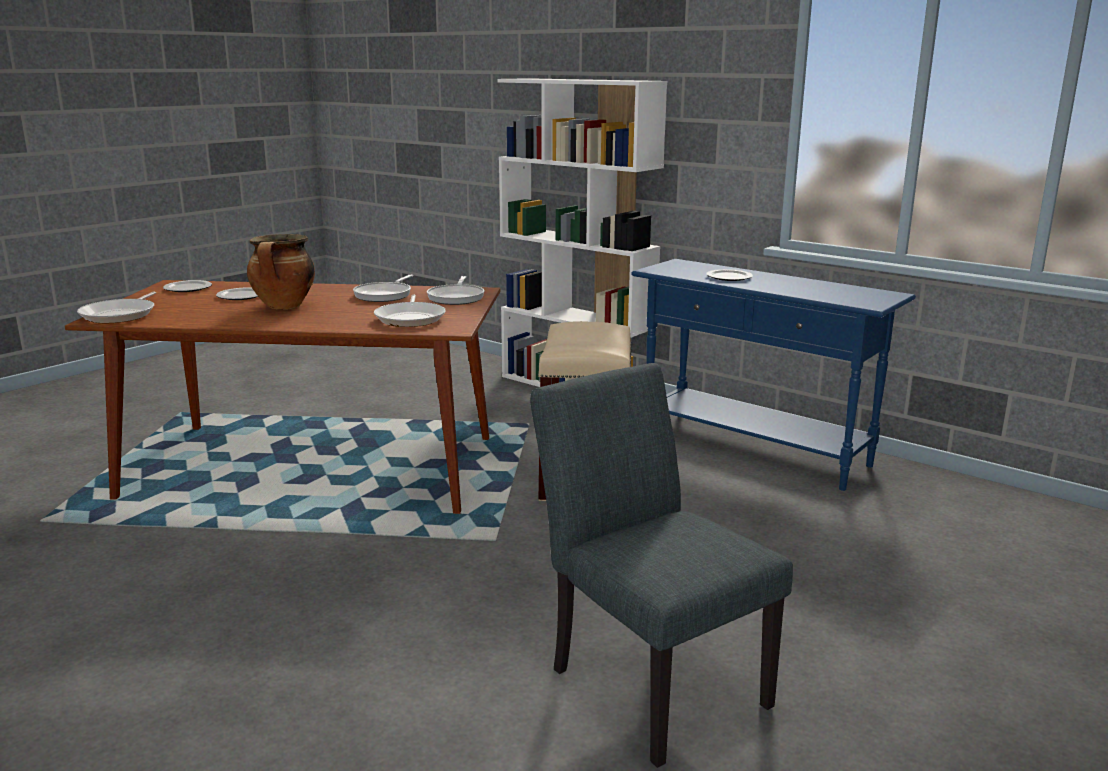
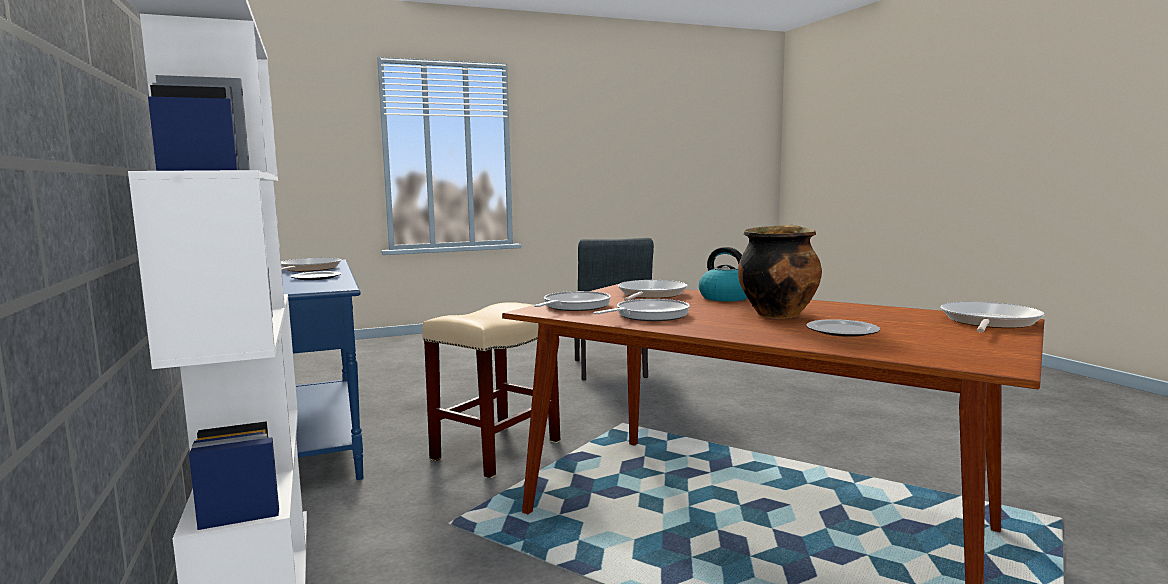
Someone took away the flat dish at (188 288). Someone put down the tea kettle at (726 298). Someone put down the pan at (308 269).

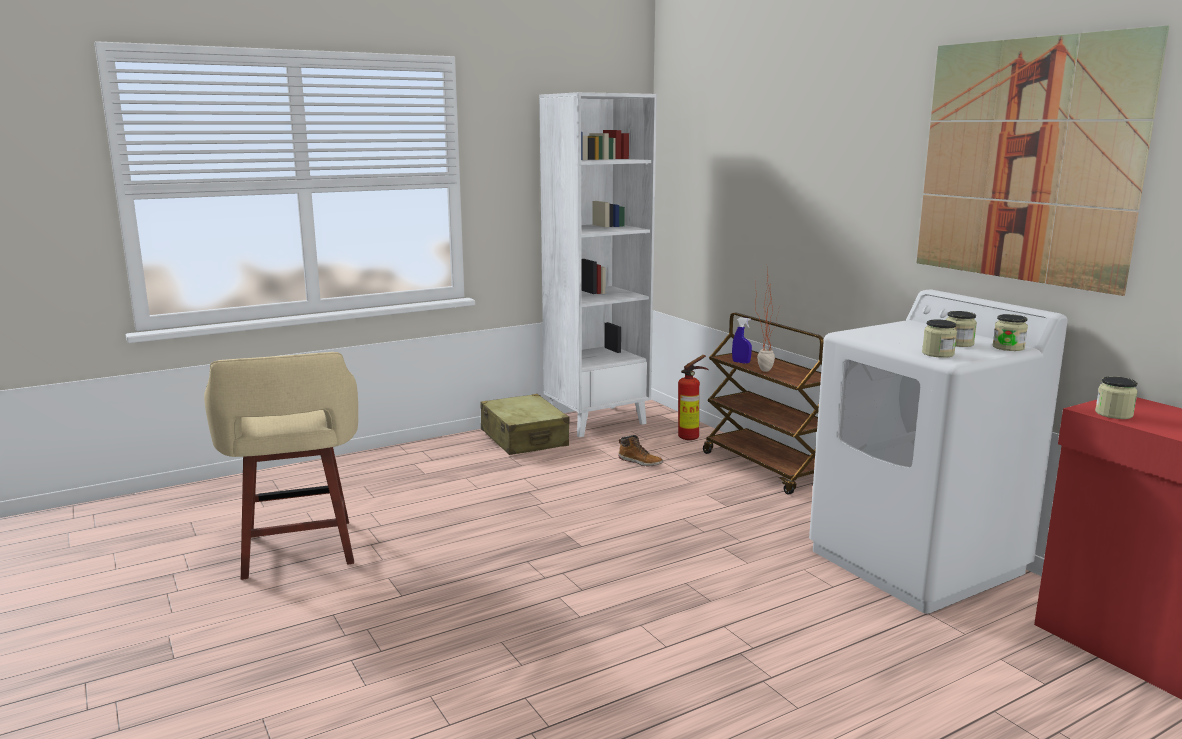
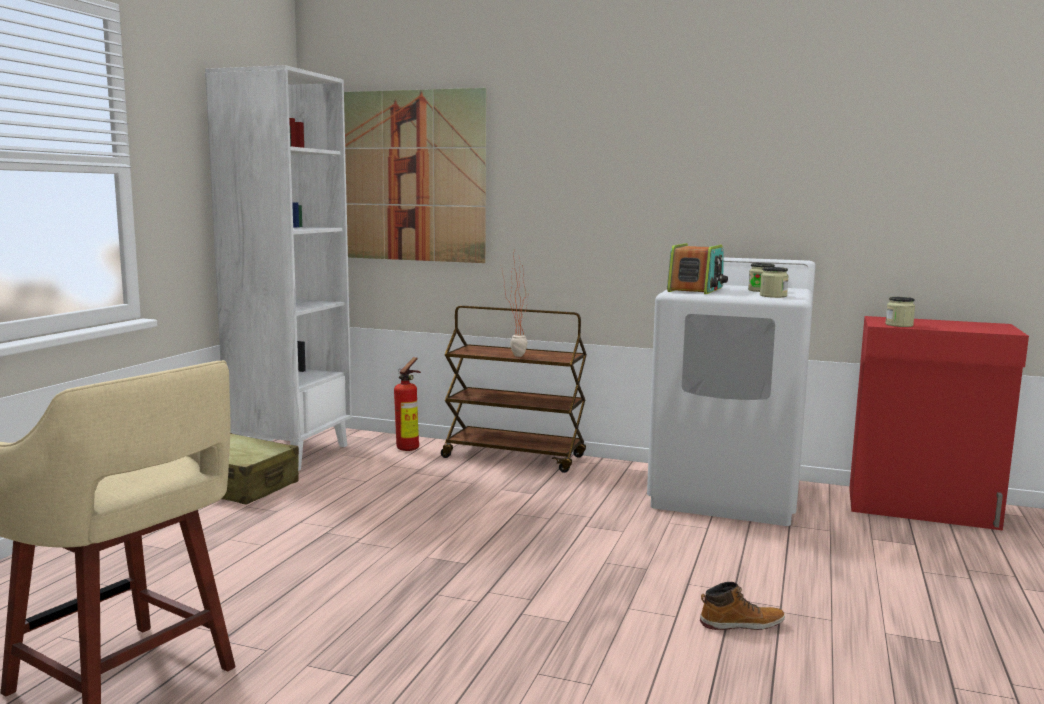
Someone carried the wall picture from (1025 161) to (408 176). Someone took away the jar at (1008 347). Someone took away the bluish spray bottle at (741 362). Someone carried the high-top boot from (640 462) to (741 624). Someone put down the radio set at (696 290).

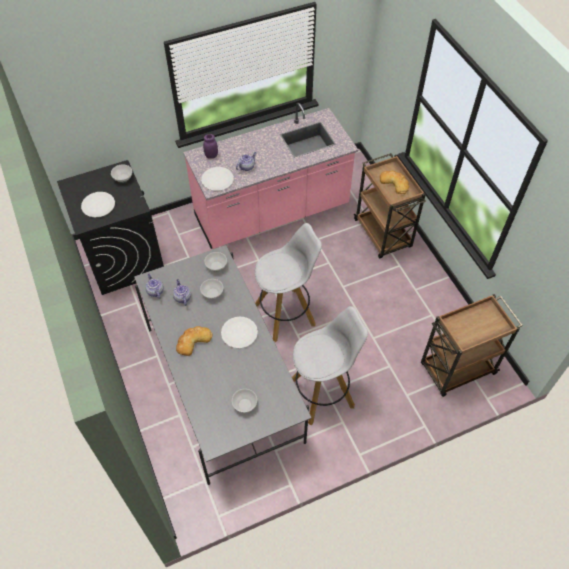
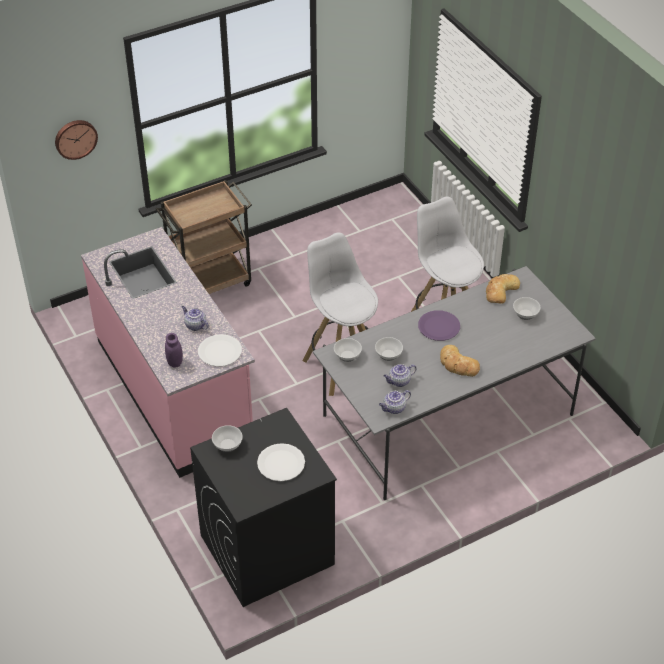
Someone carried the bakery bread from (395 183) to (500 291). Someone took away the brown wheeled cart at (456 369). Someone repainted the white-coloured flat dish at (239 333), which became the purple-coloured flat dish at (438 326). Someone put up the wall clock at (75 138).

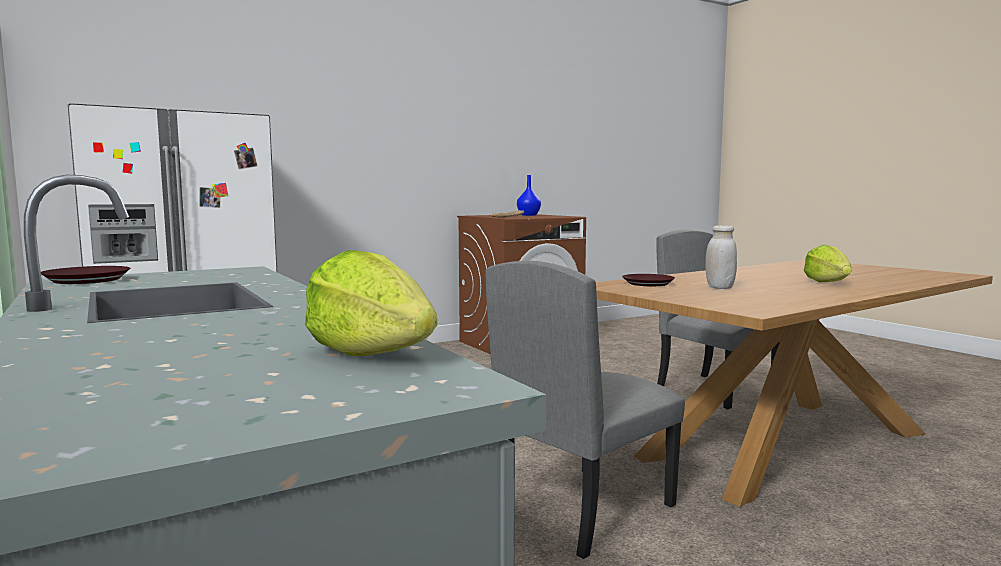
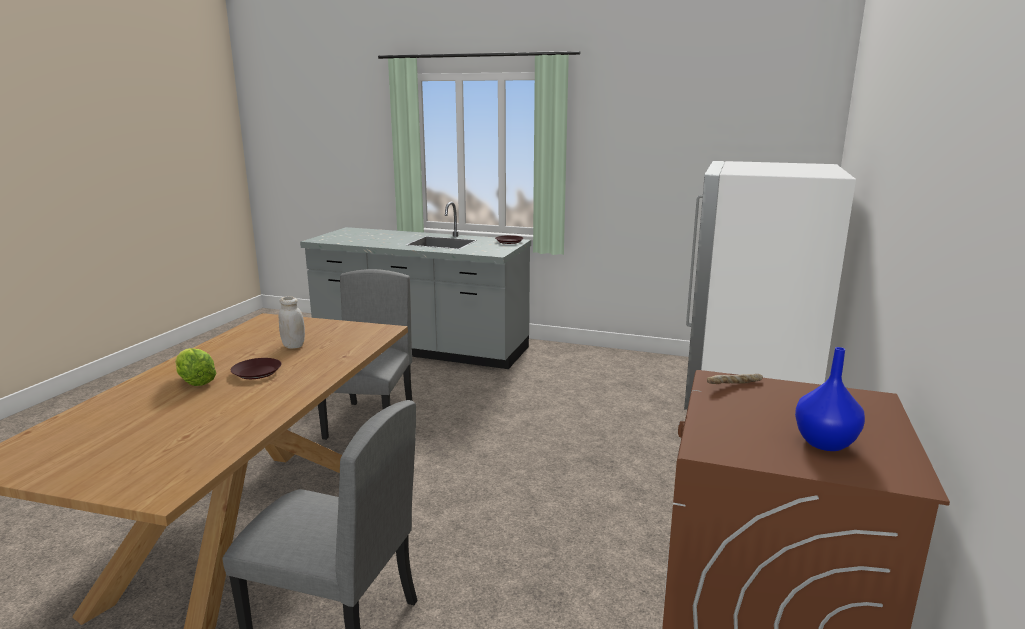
Someone took away the head of lettuce at (372 353). Someone carried the brown flat dish from (648 283) to (256 372).

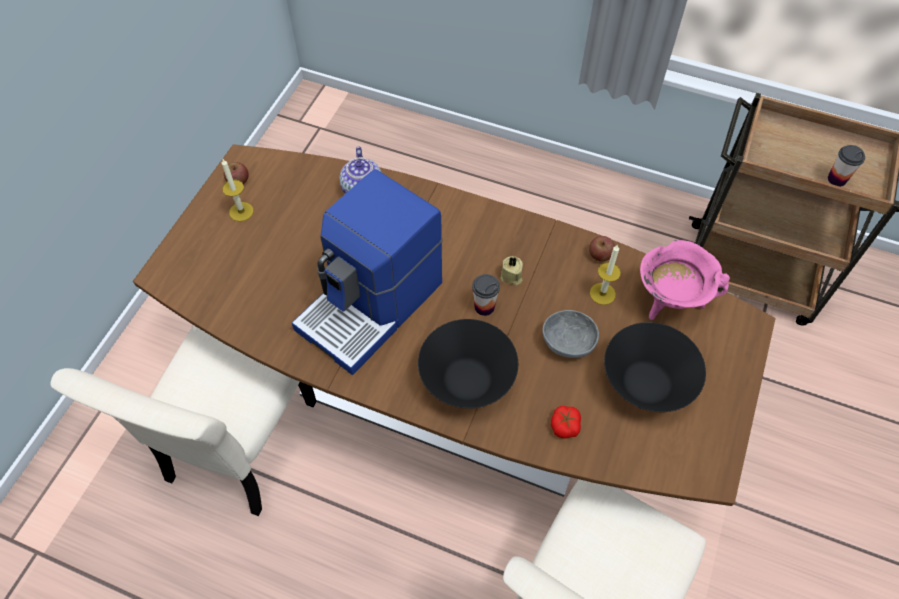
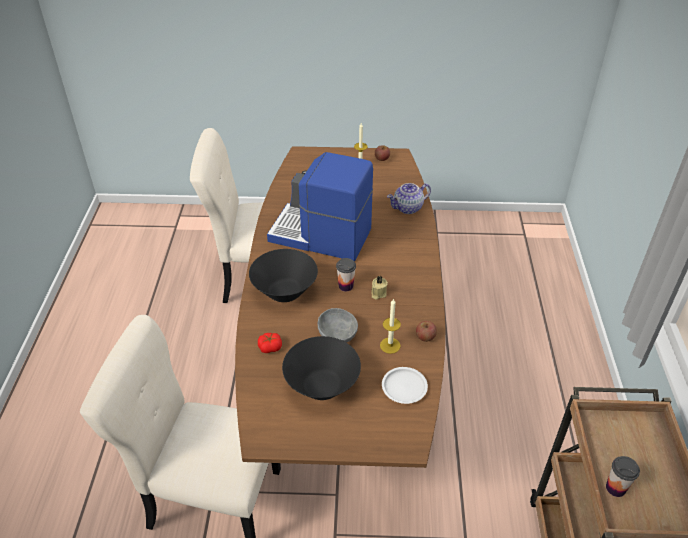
Someone swapped the pink stockpot at (670 301) for the white-coloured flat dish at (404 387).

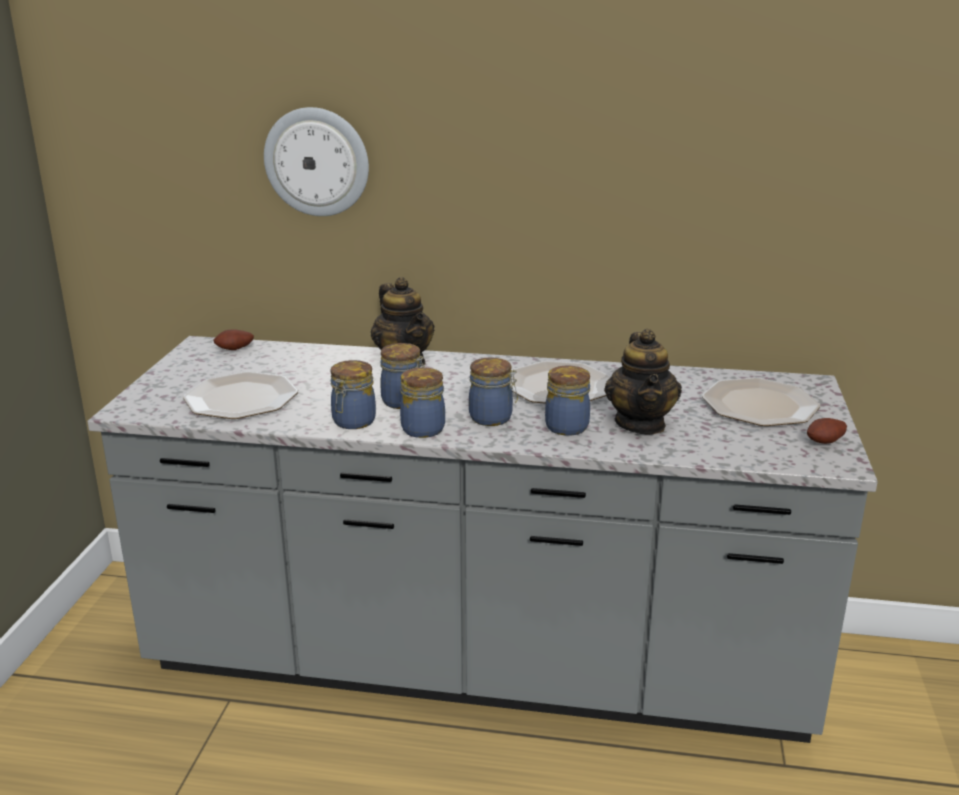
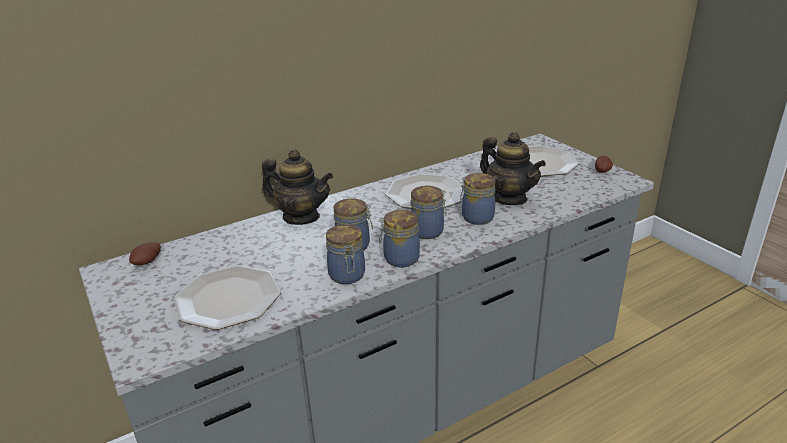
Someone took away the wall clock at (317 162).

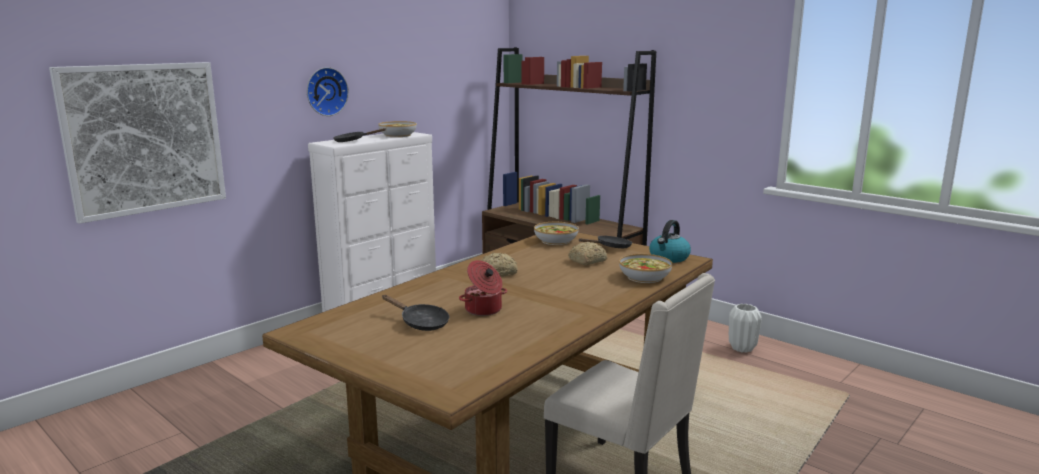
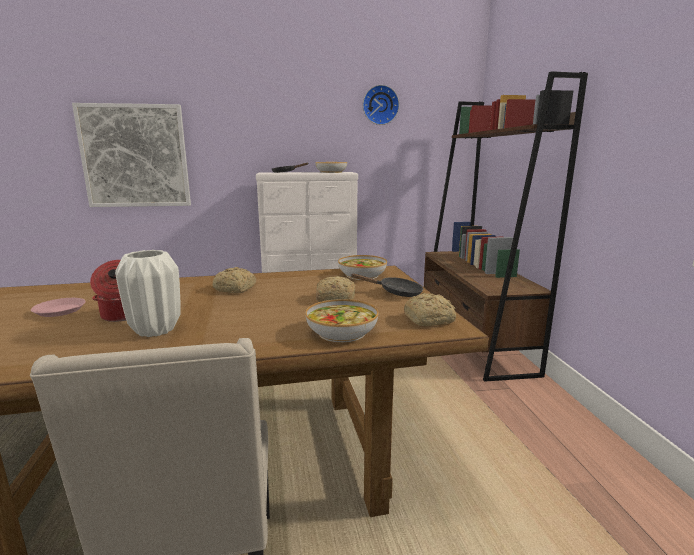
Someone carried the wall clock from (325 91) to (380 105). Someone swapped the tea kettle at (669 258) for the bakery bread at (430 320). Someone swapped the blackish pan at (421 323) for the pink flat dish at (59 310). Someone carried the white-coloured vase from (742 348) to (156 330).

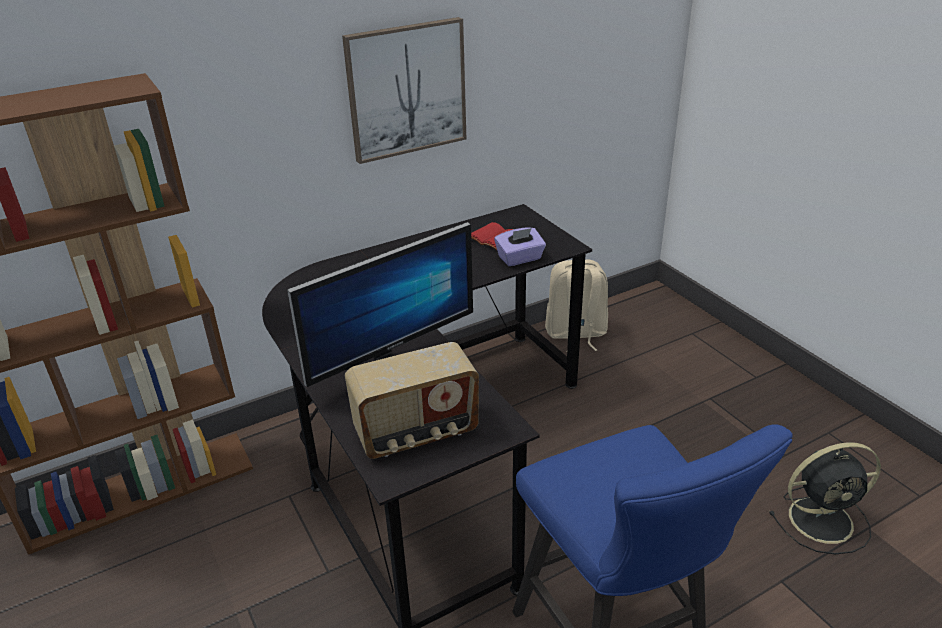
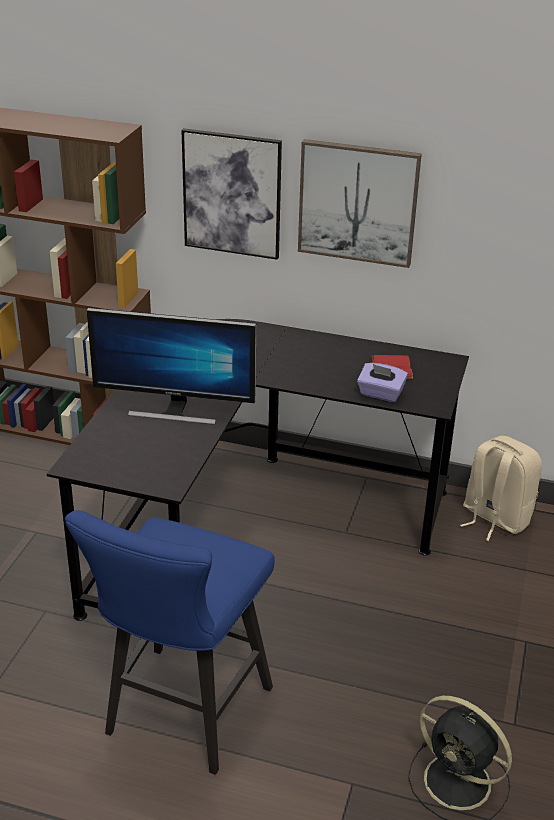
Someone took away the radio set at (416 433). Someone put up the wall picture at (232 194).

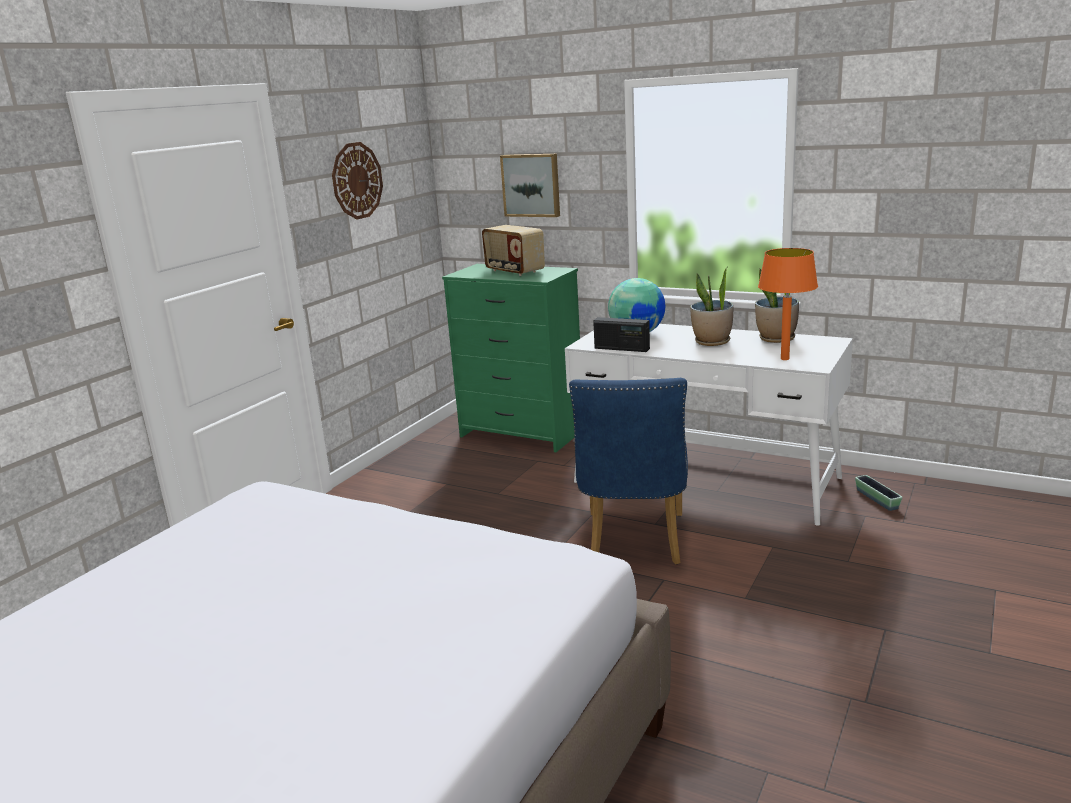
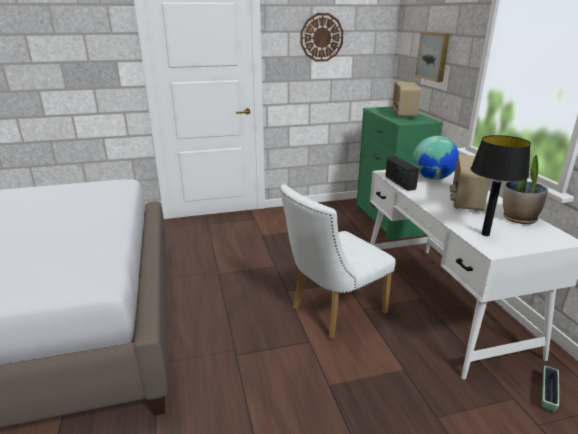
Someone repainted the orange-coloured table lamp at (785 358), which became the blackish table lamp at (485 234). Someone swapped the plant in a pot at (712 342) for the radio set at (465 201). Someone repainted the bluish plain chair at (634 543), which became the white-coloured plain chair at (332 312).

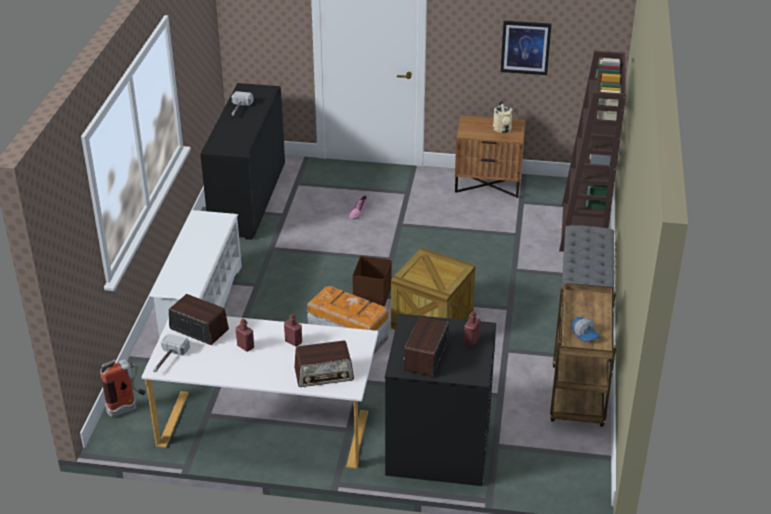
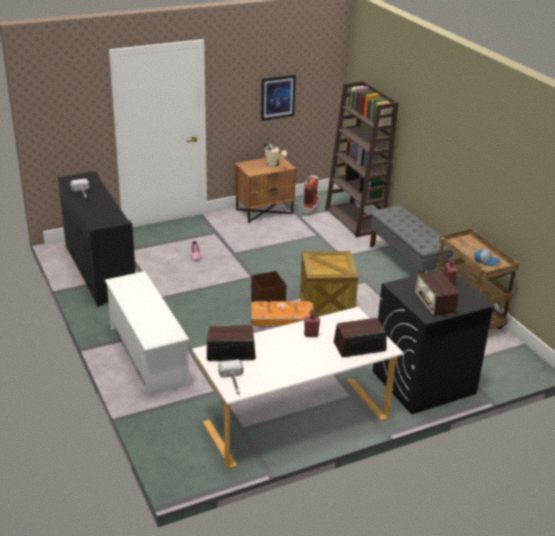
Someone took away the reddish beverage bottle at (245 346). Someone rotated the radio set at (324 374) by 150 degrees counterclockwise. Someone carried the fire extinguisher from (127 408) to (311 209).

